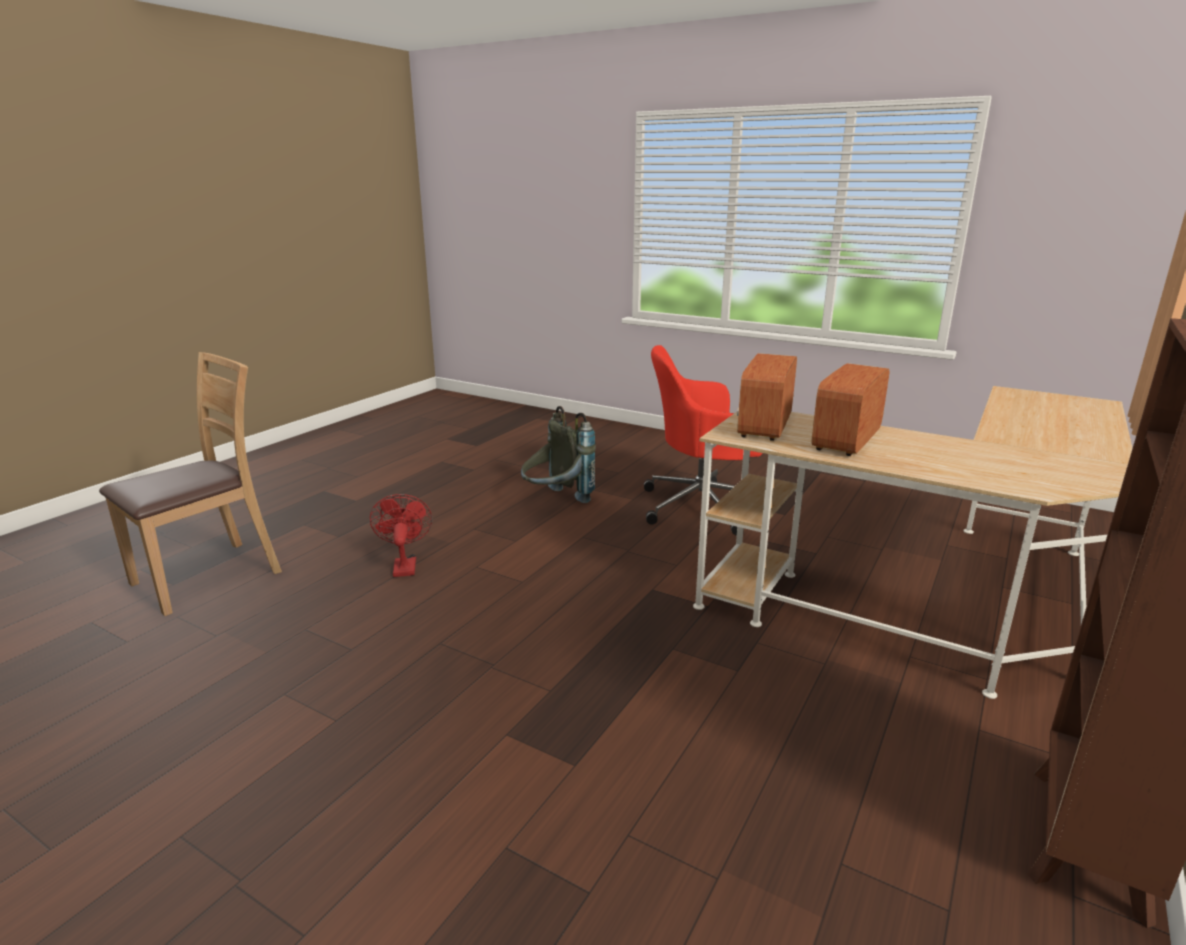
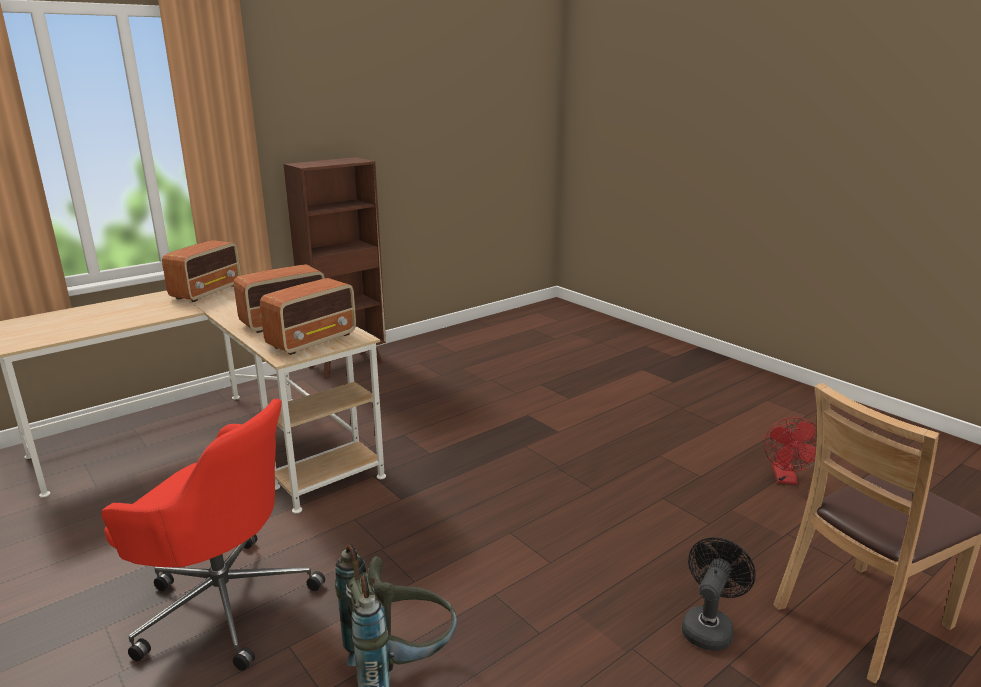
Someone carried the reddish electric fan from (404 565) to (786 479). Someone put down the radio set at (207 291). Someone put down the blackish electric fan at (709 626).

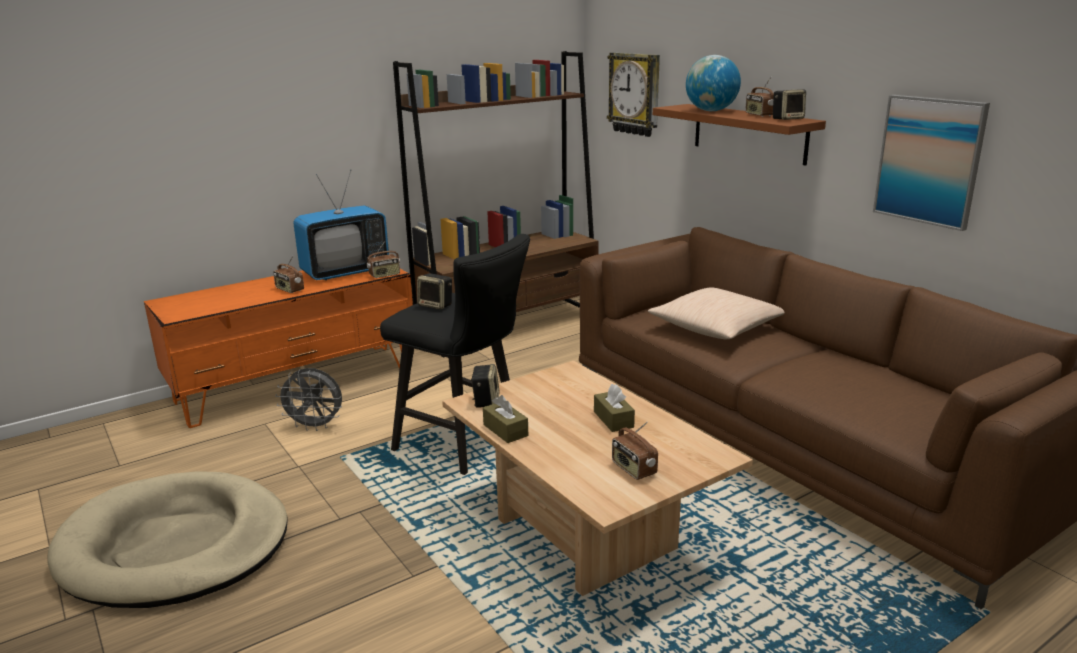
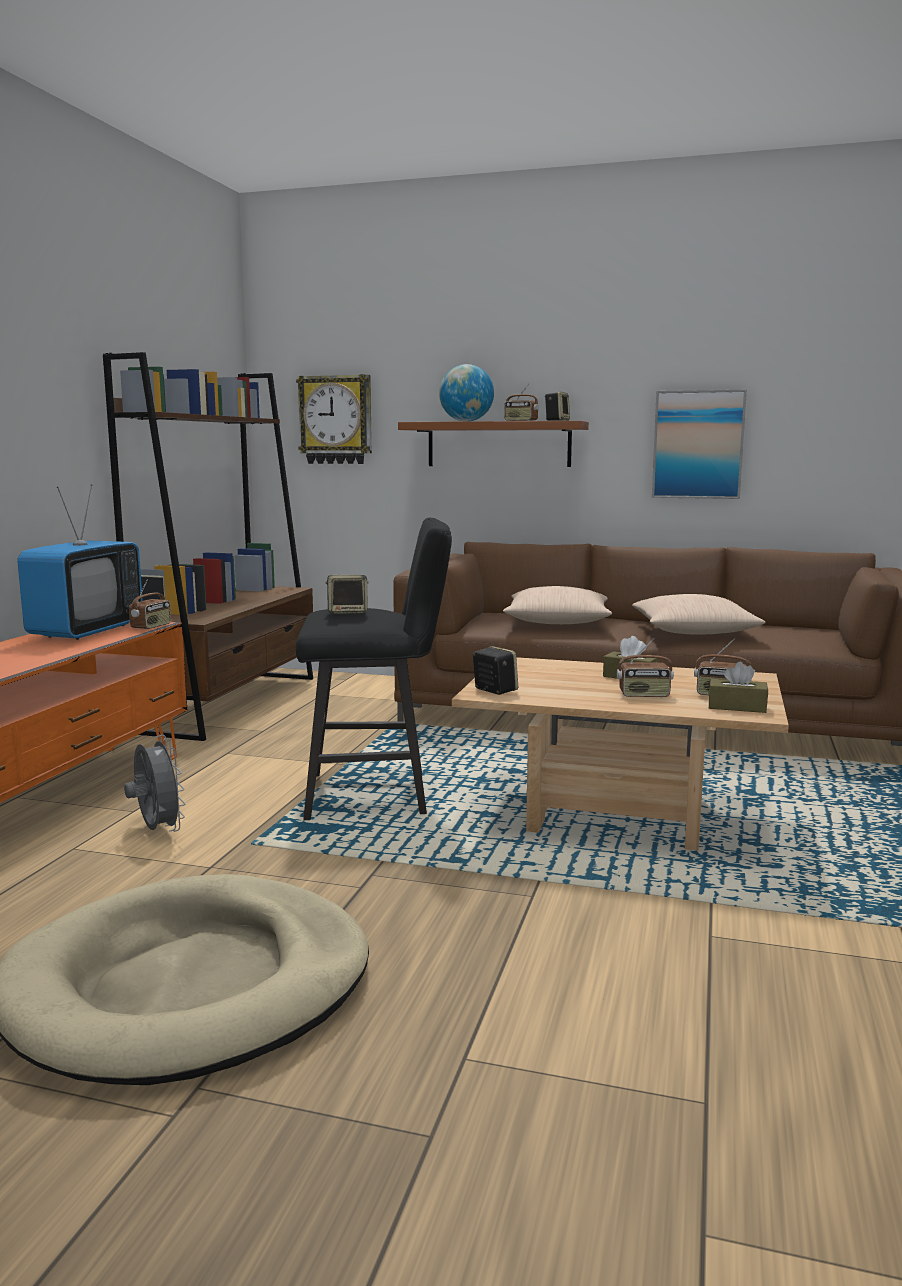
Someone carried the radio set from (289 289) to (644 695). Someone rotated the gray electric fan at (315 426) by 90 degrees counterclockwise. Someone carried the brown box of tissues from (505 430) to (737 707). Someone put down the sand-coloured pillow at (693 631).

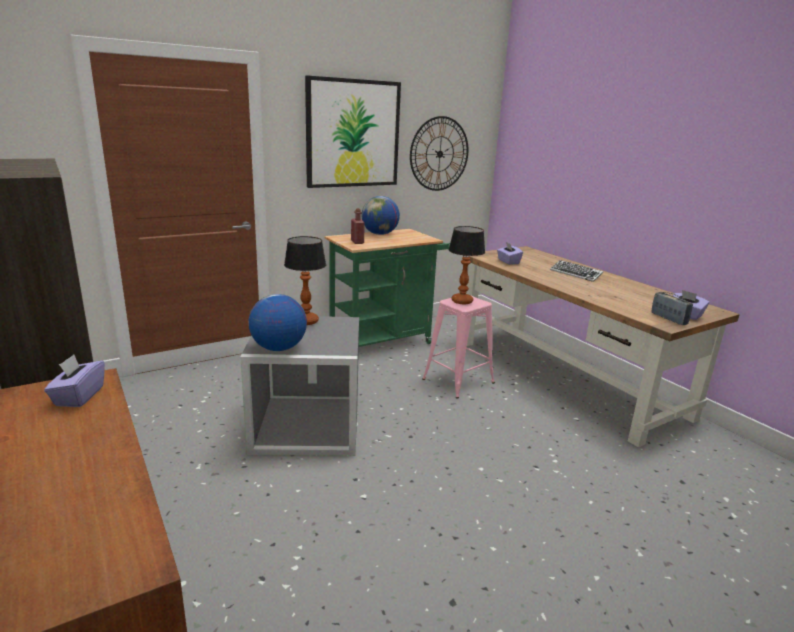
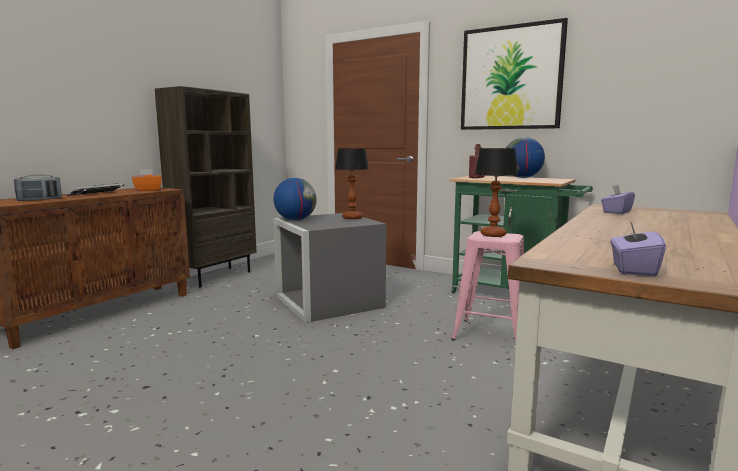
Someone took away the wall clock at (439 154). Someone carried the PC keyboard from (575 274) to (97 193). Someone carried the radio set from (669 319) to (39 200). Someone repainted the purple-coloured box of tissues at (79 396), which became the orange-coloured box of tissues at (147 190).

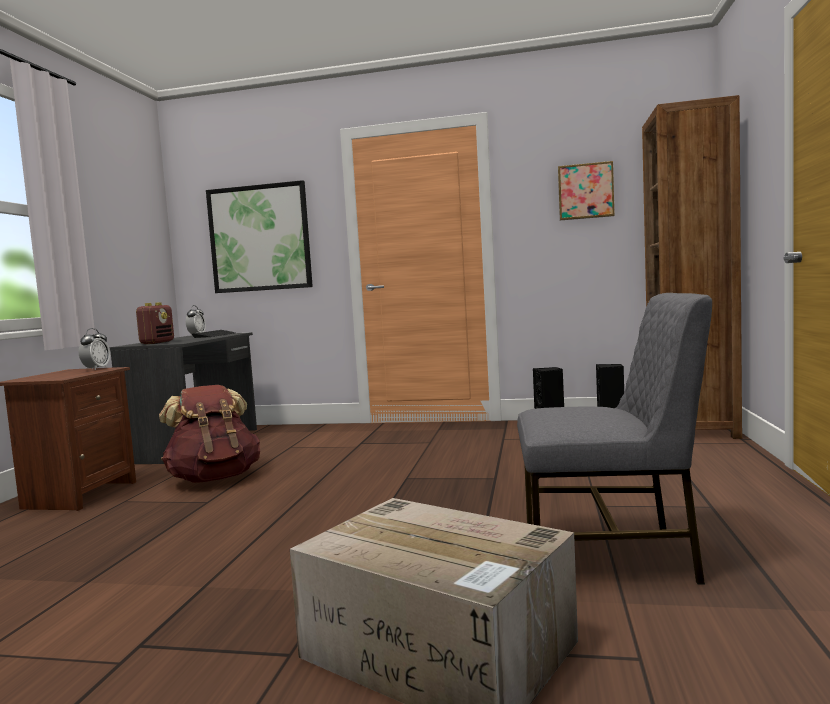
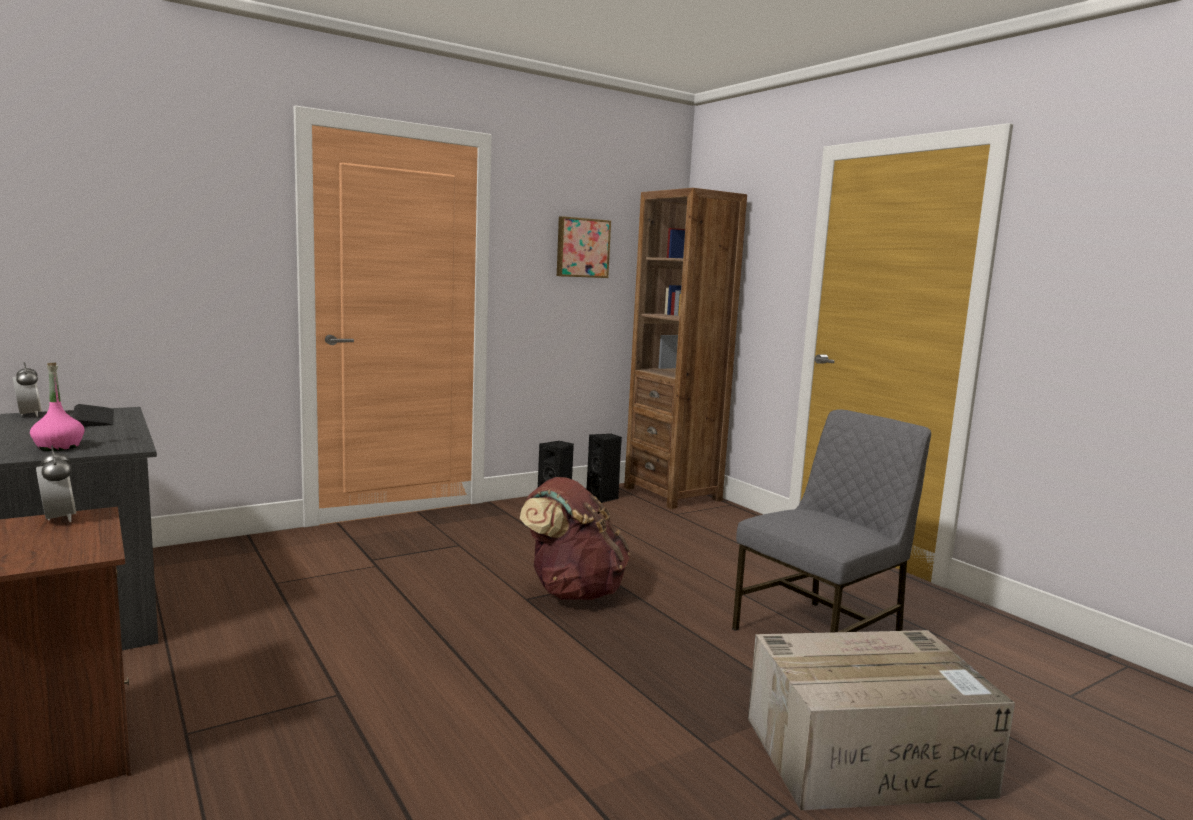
Someone took away the wall picture at (260 238). Someone swapped the radio set at (157 342) for the pink beverage bottle at (58 447). Someone carried the brown knapsack from (214 479) to (572 591).

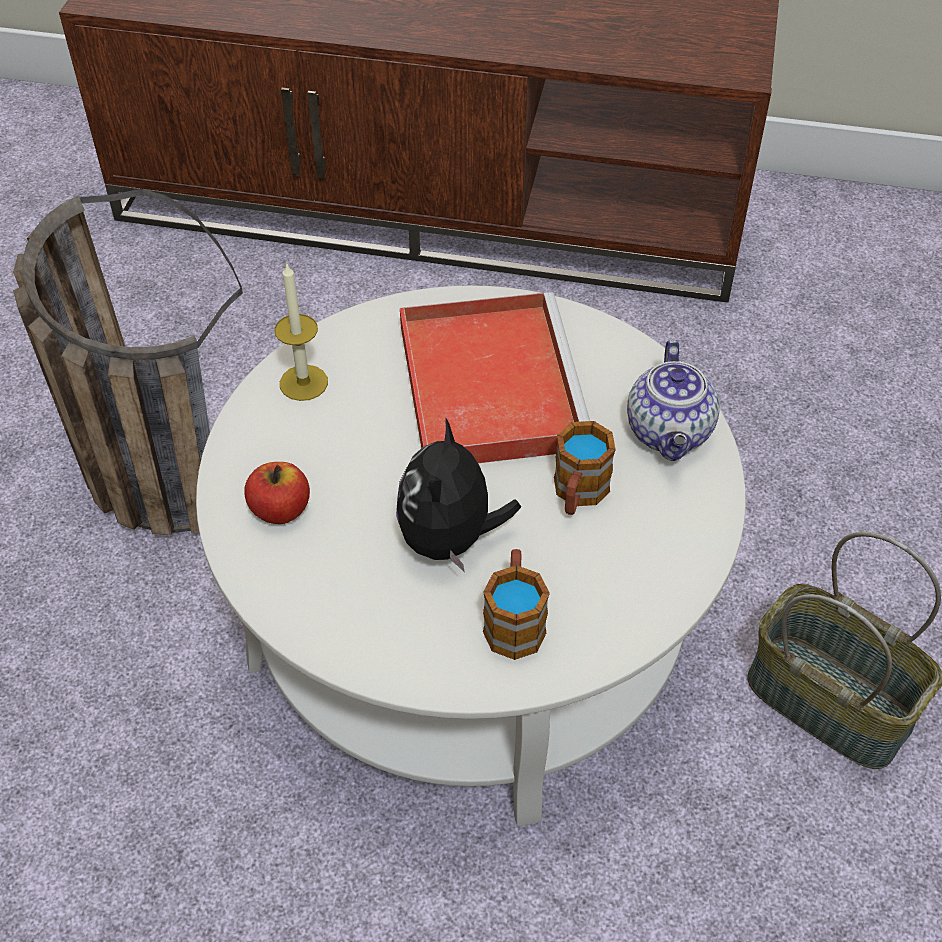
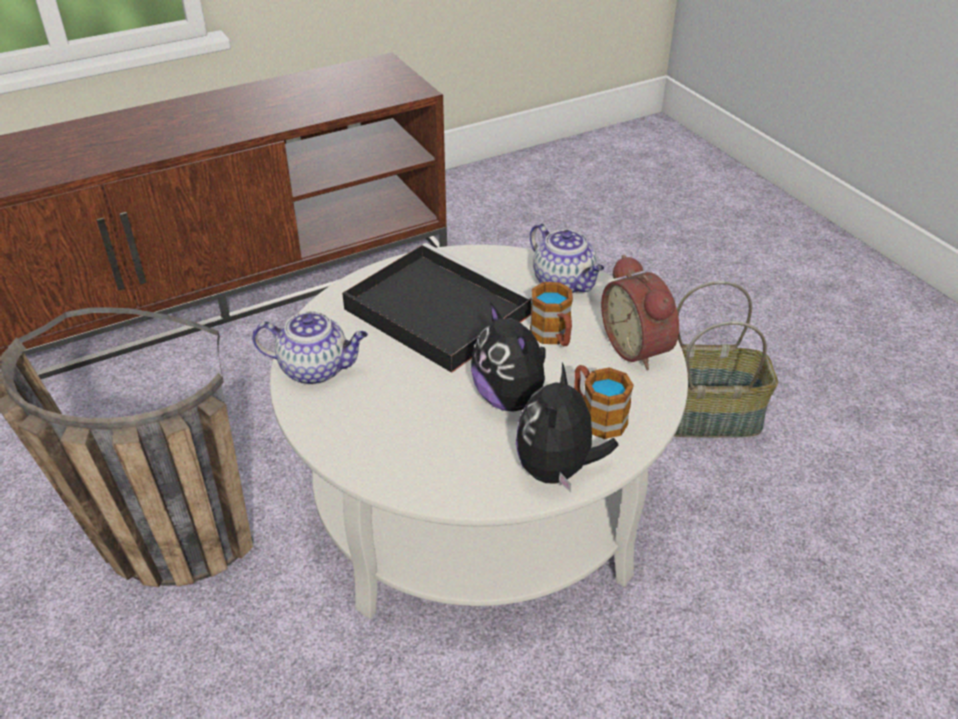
Someone swapped the candle at (303 383) for the tea pot at (316 369). Someone repainted the reddish tray at (487 383), which became the blackish tray at (434 310). Someone took away the apple at (280 510). Someone put down the bedside clock at (639 347). Someone put down the cuddly toy at (557 470).

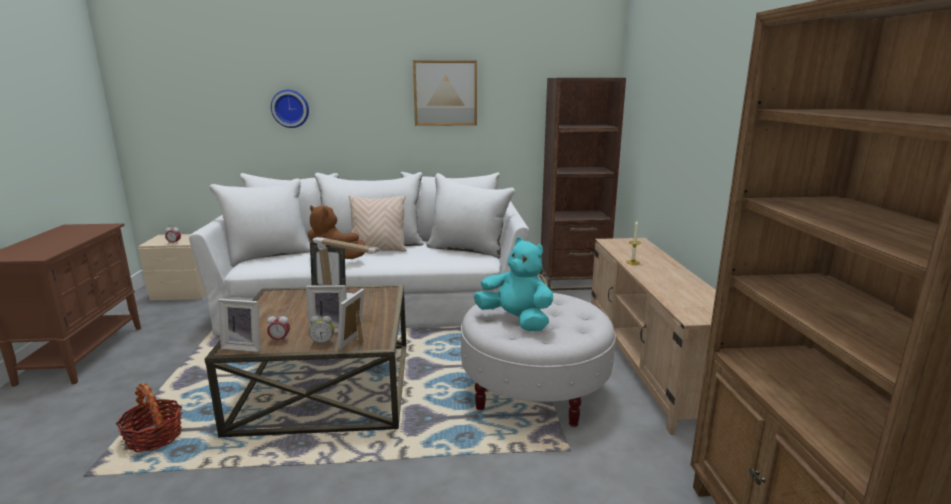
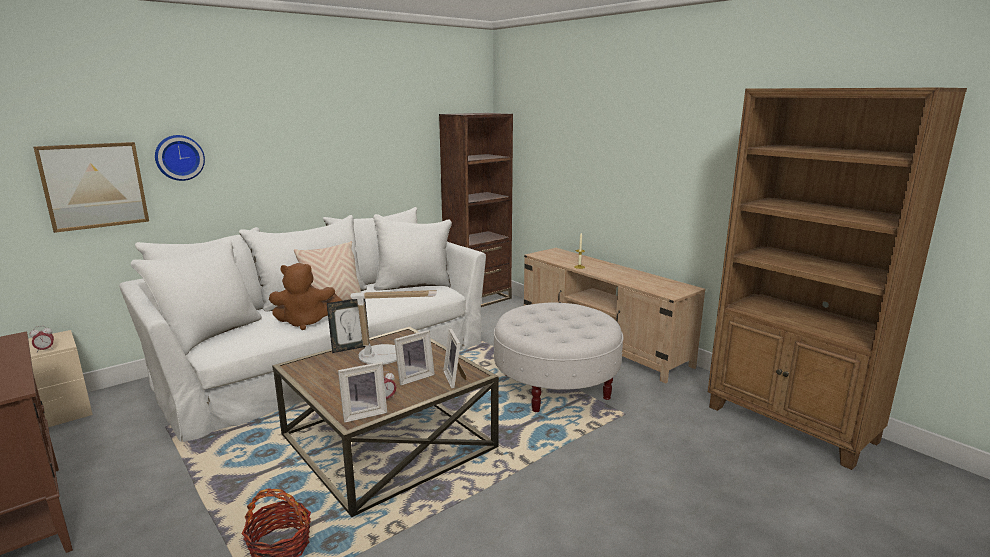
Someone carried the wall picture from (445 93) to (94 185). Someone took away the turquoise cuddly toy at (516 320). Someone took away the bedside clock at (323 343).

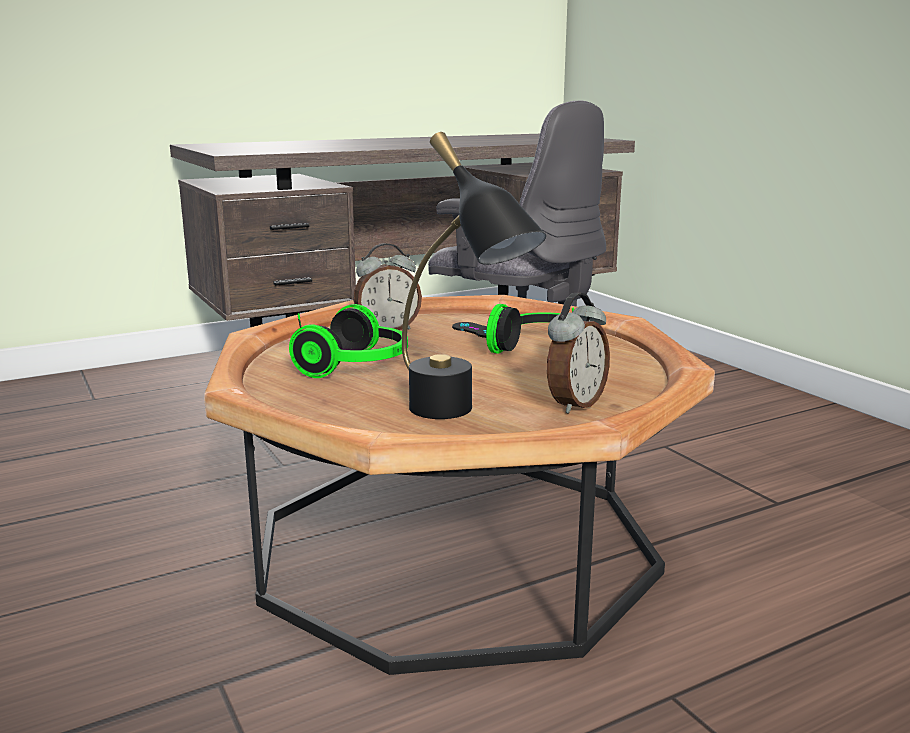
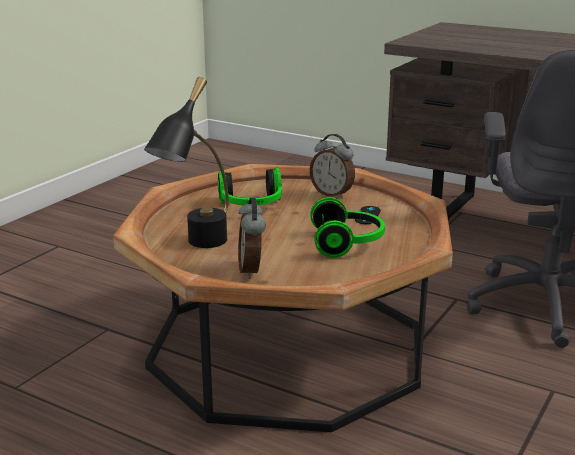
Someone rotated the bedside clock at (574 404) by 75 degrees clockwise.

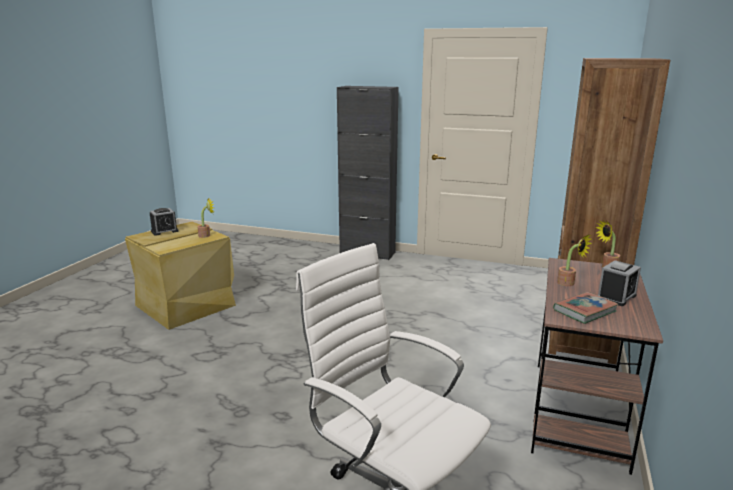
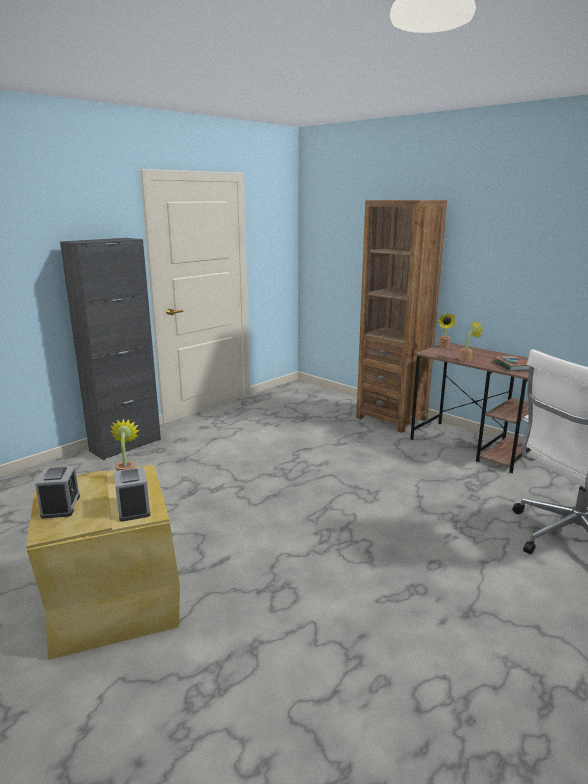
Someone carried the bedside clock from (616 297) to (133 508).

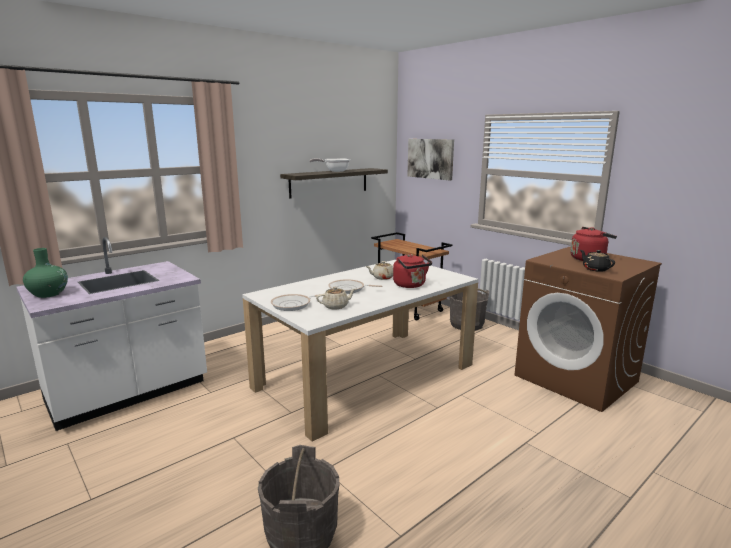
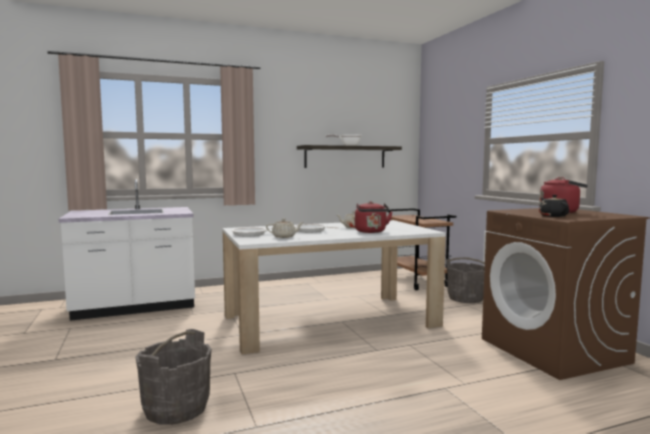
Someone took away the wall picture at (430 158). Someone took away the green vase at (48 294).

